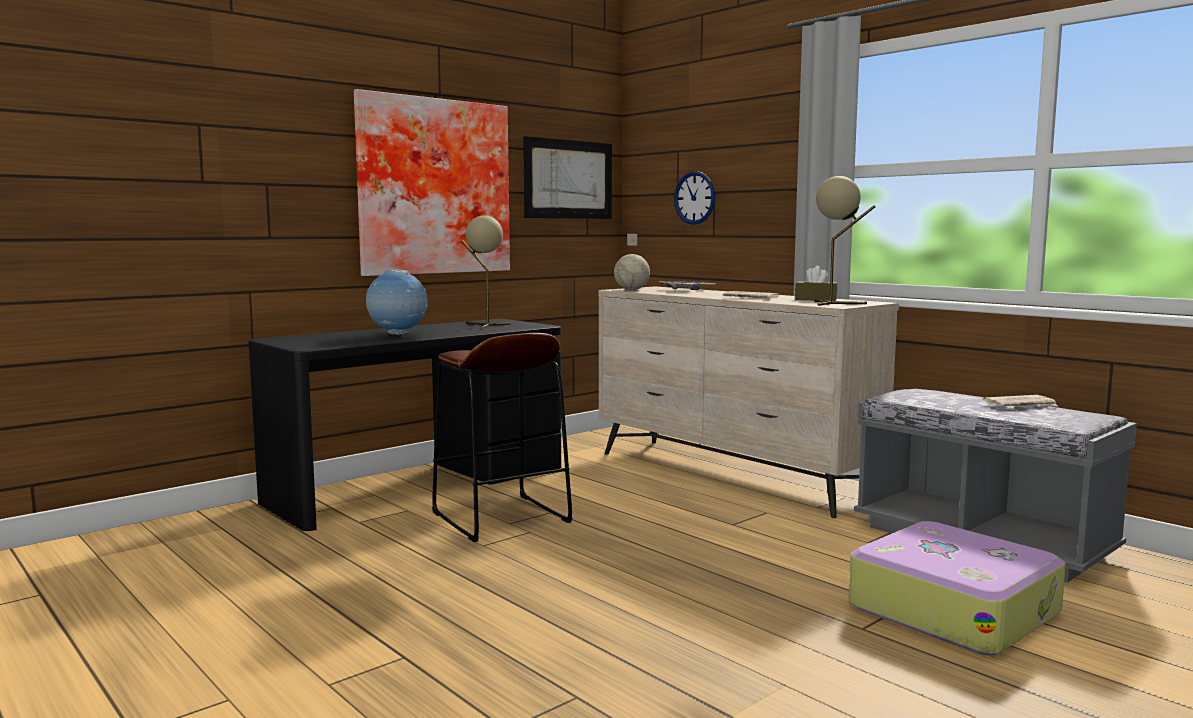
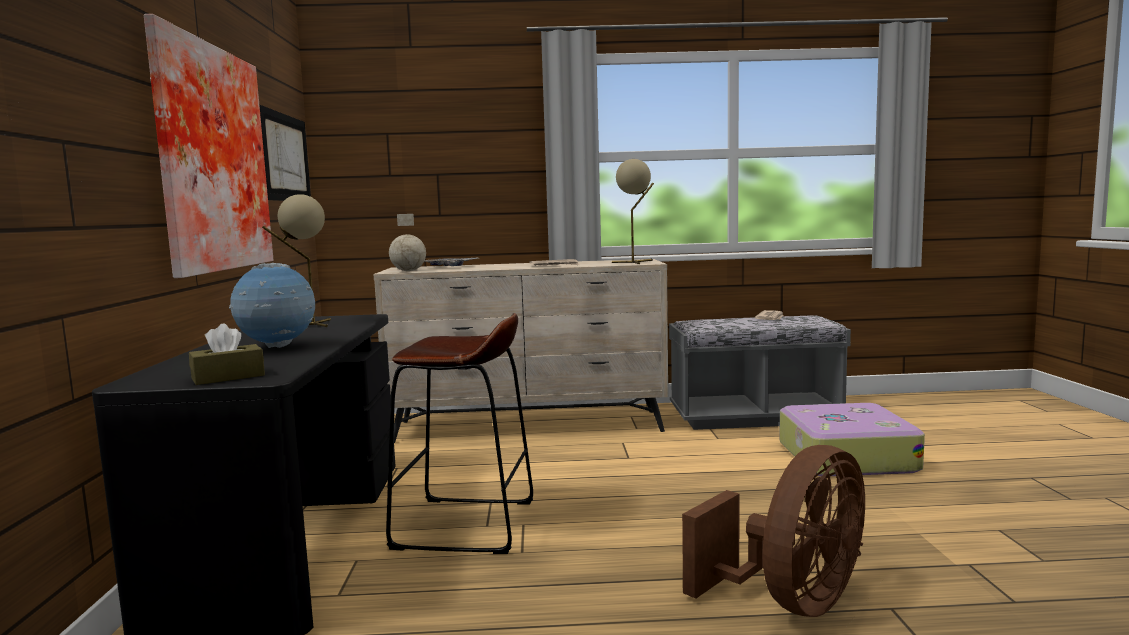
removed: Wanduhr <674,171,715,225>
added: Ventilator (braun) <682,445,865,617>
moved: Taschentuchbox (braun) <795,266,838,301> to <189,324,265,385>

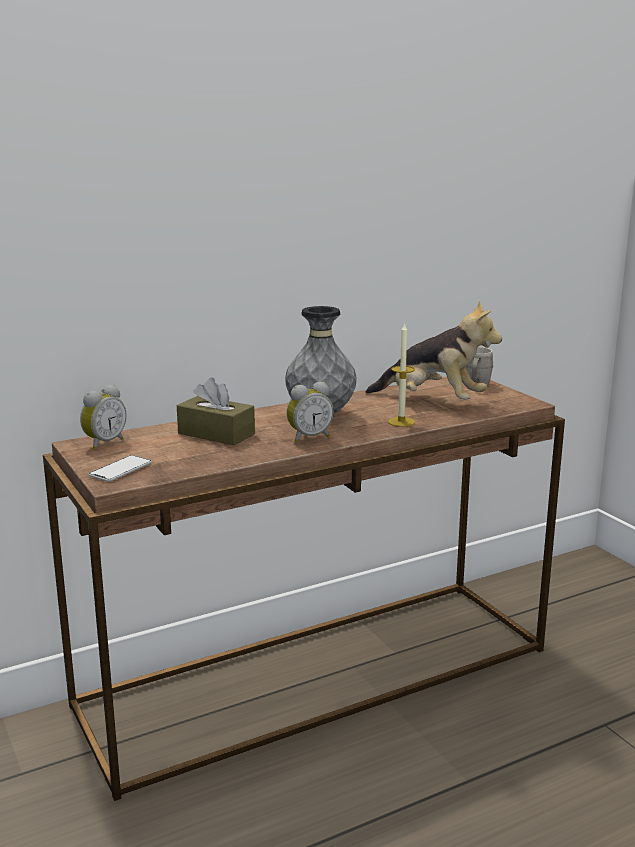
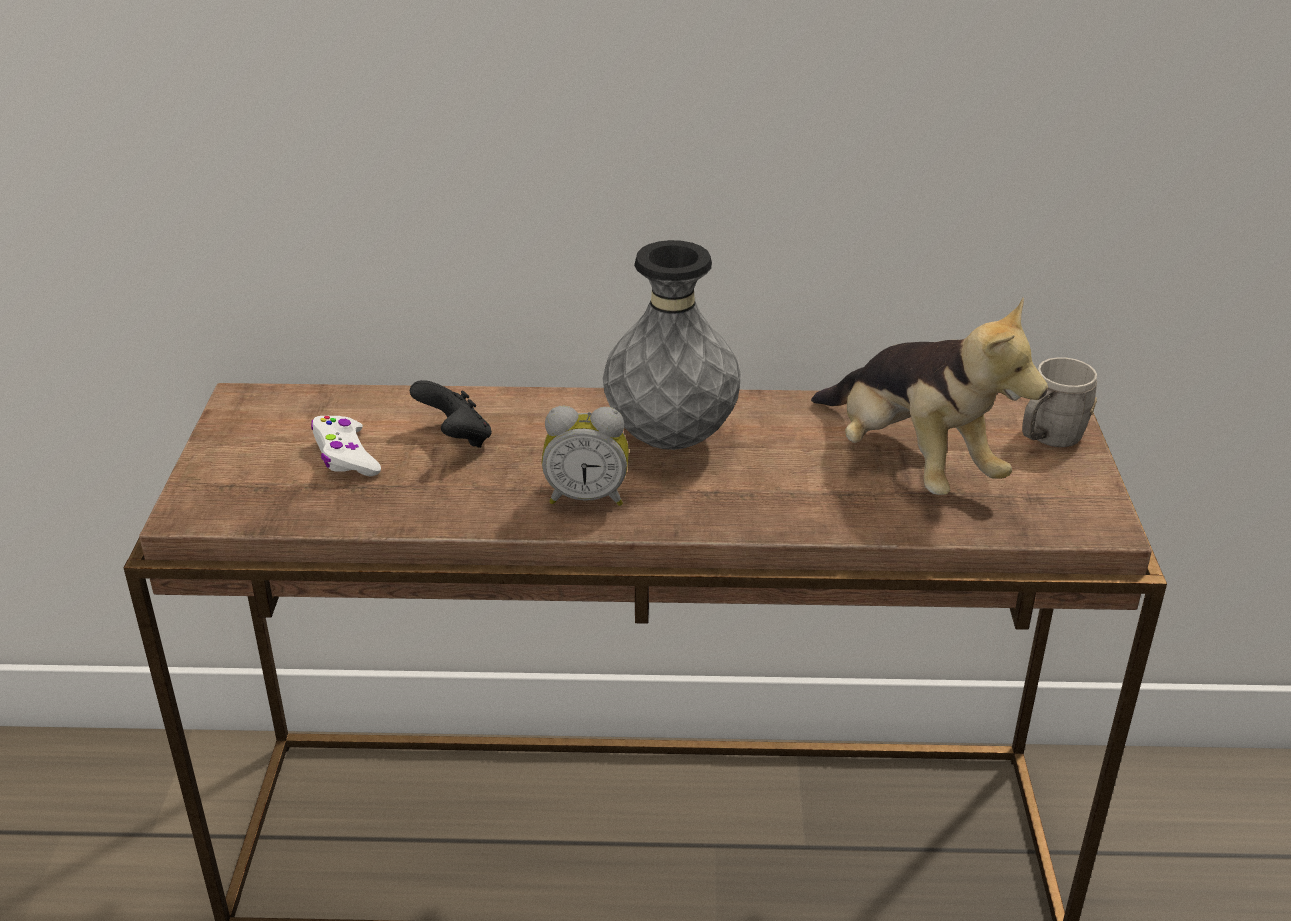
removed: Kerze <388,322,415,427>; Wecker <80,385,126,450>; Handy <88,455,152,482>
added: Gamepad (weiß) <311,416,381,477>
replaced: Taschentuchbox (braun) <177,378,255,445> to Gamepad (schwarz) <410,380,492,448>

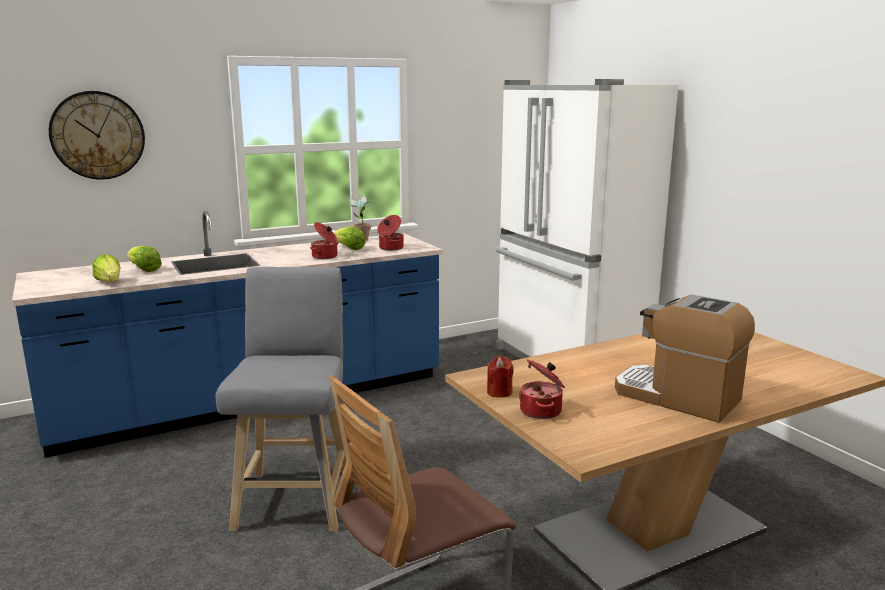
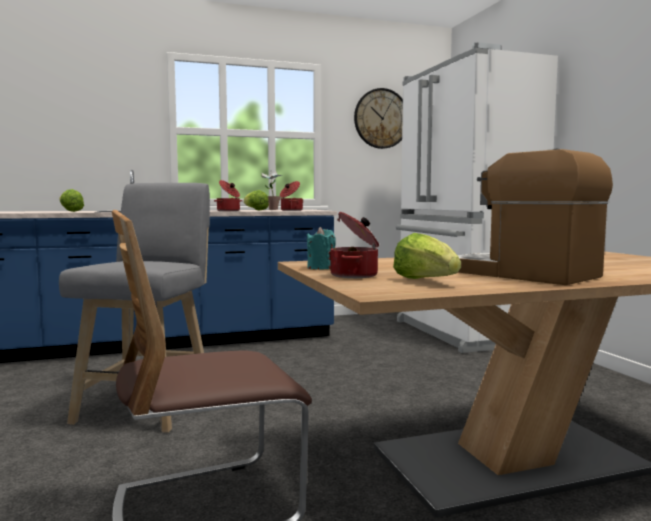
moved: Wanduhr <49,91,145,180> to <354,88,403,149>; Salatkopf <92,254,121,282> to <393,233,461,279>
recoloured: Kerze (rot) <487,356,514,398> to Kerze (türkis) <307,227,335,270>

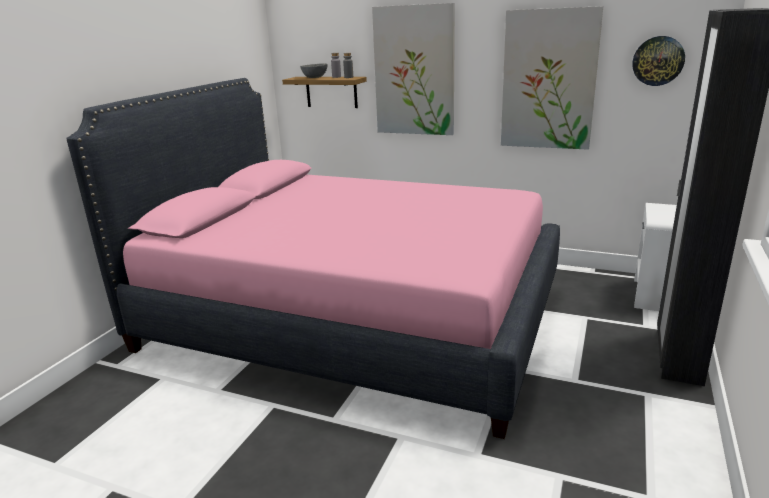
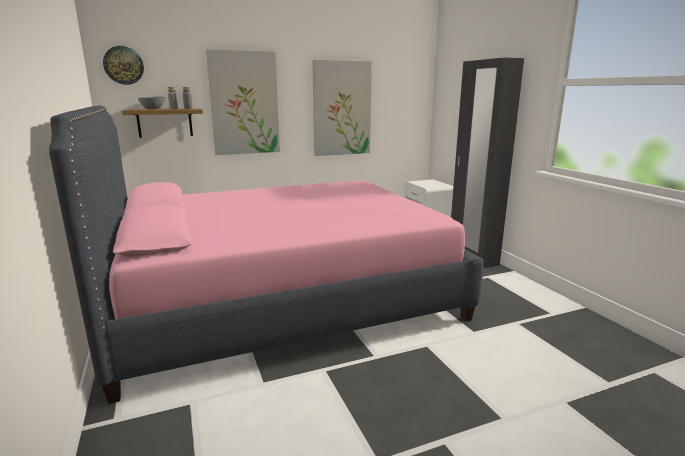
moved: Wanduhr <632,36,685,86> to <103,46,144,85>

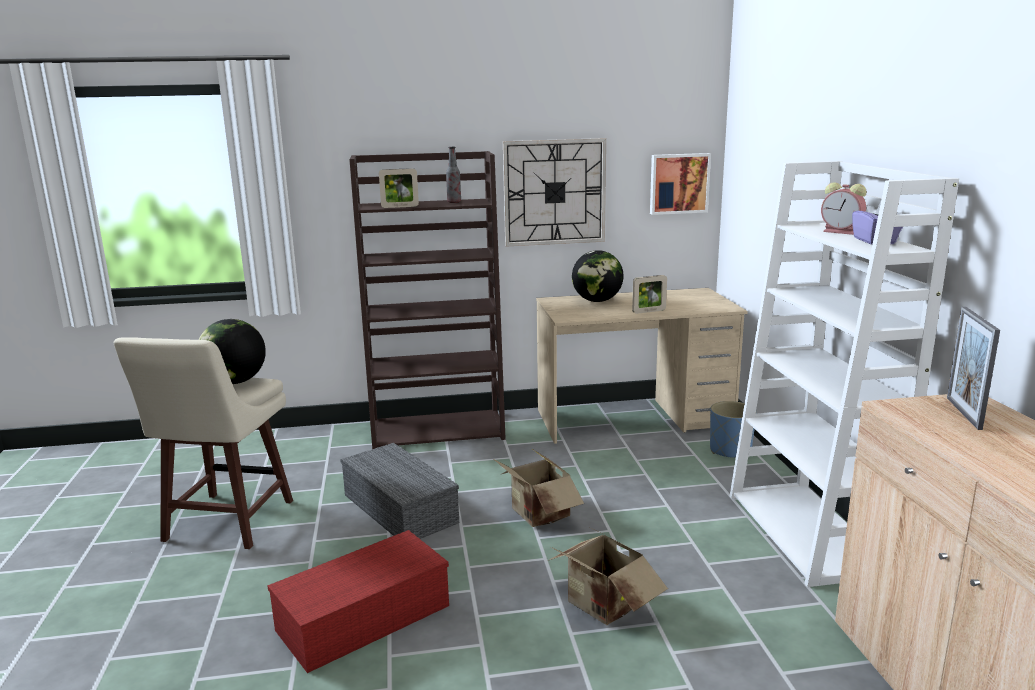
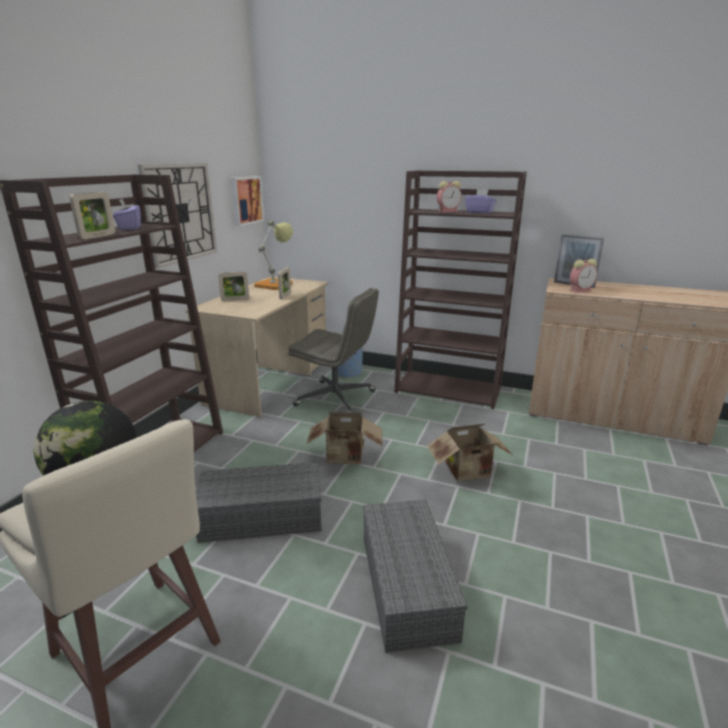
added: Tischlampe <254,221,293,290>; Wecker <570,259,597,293>; Bürostuhl (grau) <288,288,379,412>
replaced: Flasche <446,147,461,203> to Taschentuchbox (lila) <113,199,141,230>; Globus <572,250,624,302> to Bilderrahmen <218,272,249,301>
recoloured: Bücherregal (weiß) <730,161,959,587> to Bücherregal (braun) <394,170,527,409>; Aufbewahrungsbox (rot) <267,530,449,673> to Aufbewahrungsbox (grau) <363,500,468,653>

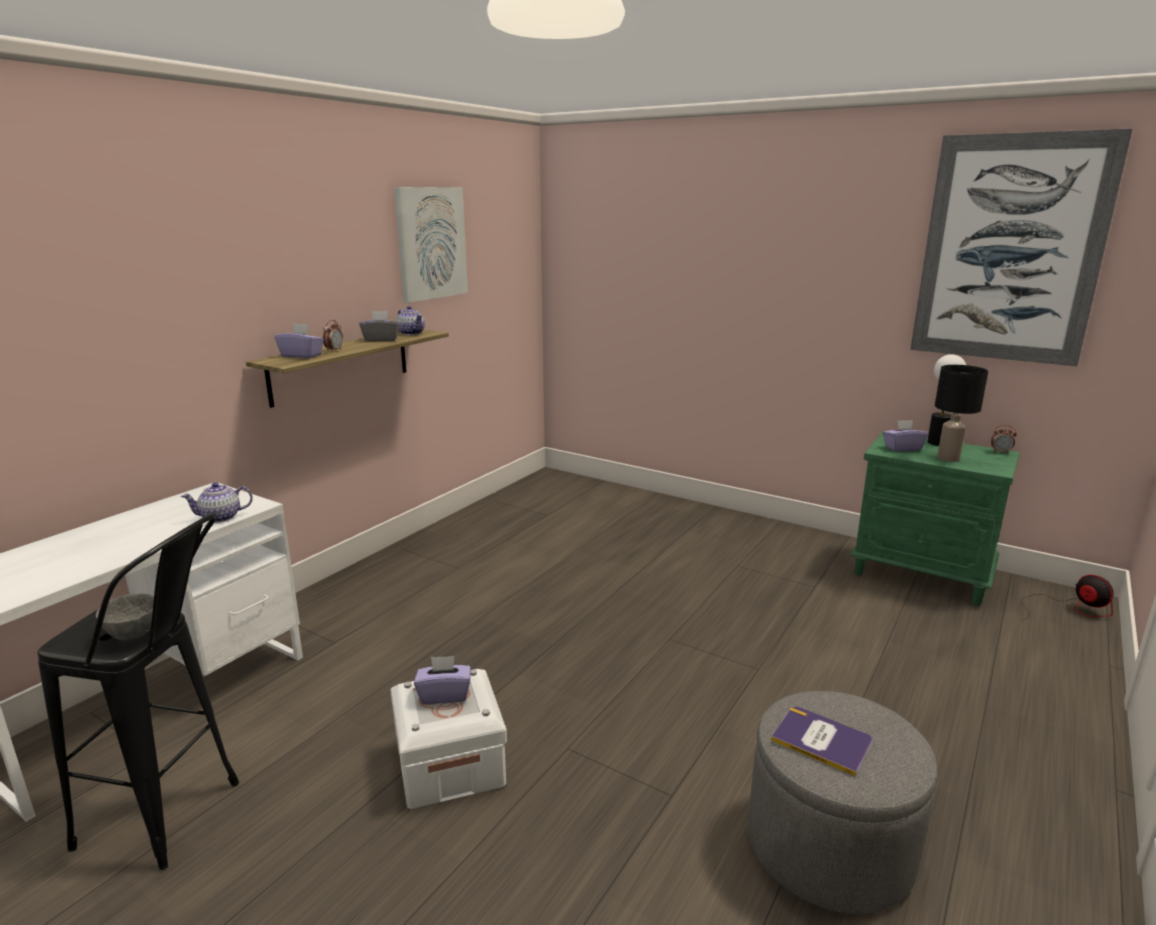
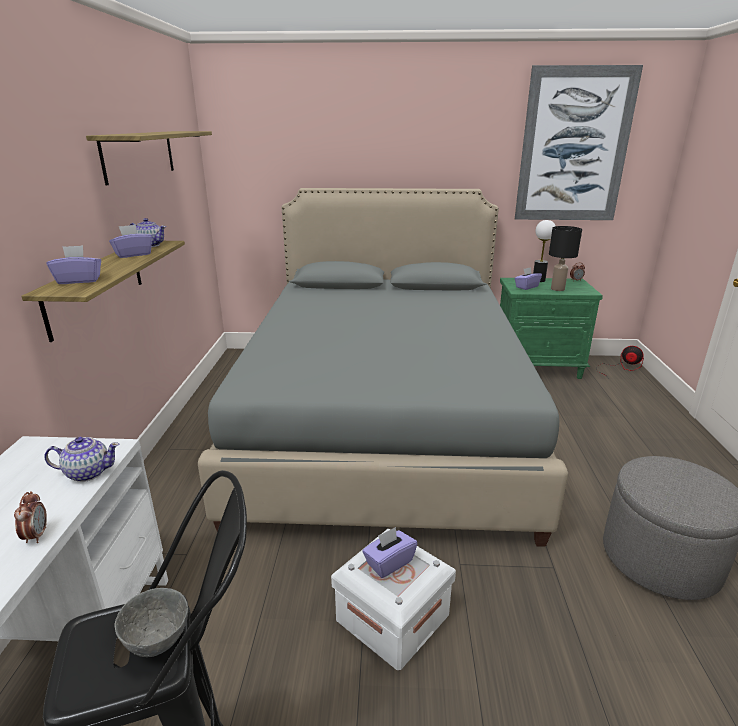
removed: Buch <771,707,873,776>
added: Bett (grau) <198,188,568,547>
moved: Wecker <323,320,343,352> to <14,491,47,543>
replaced: Bild <394,187,468,303> to Wandregal <86,131,212,186>
recoloured: Taschentuchbox (grau) <359,311,400,342> to Taschentuchbox (lila) <109,225,152,258>
turned: Teekanne <181,482,253,523> = <44,437,119,482> 135 degrees counterclockwise

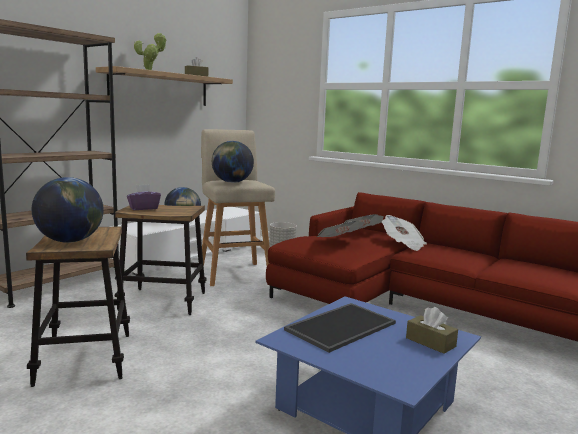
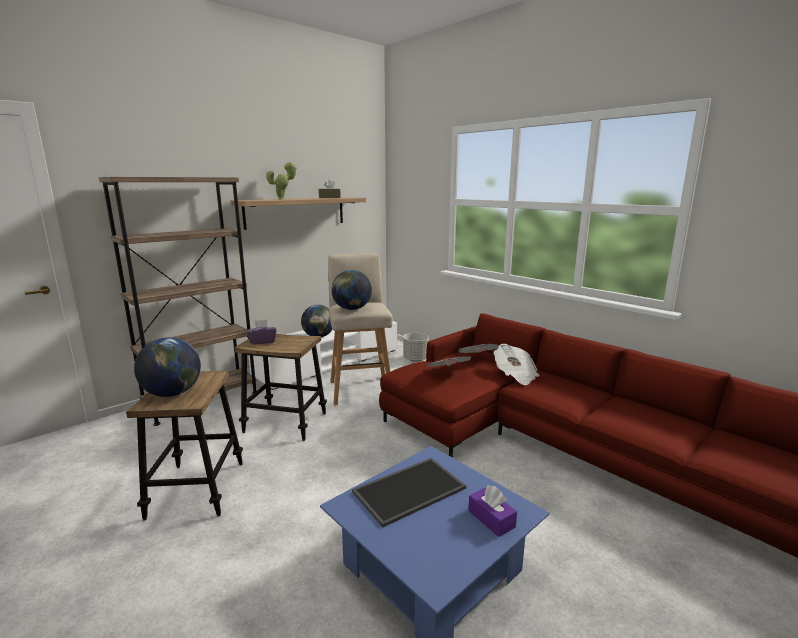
recoloured: Taschentuchbox (braun) <406,307,458,354> to Taschentuchbox (lila) <468,485,517,537>

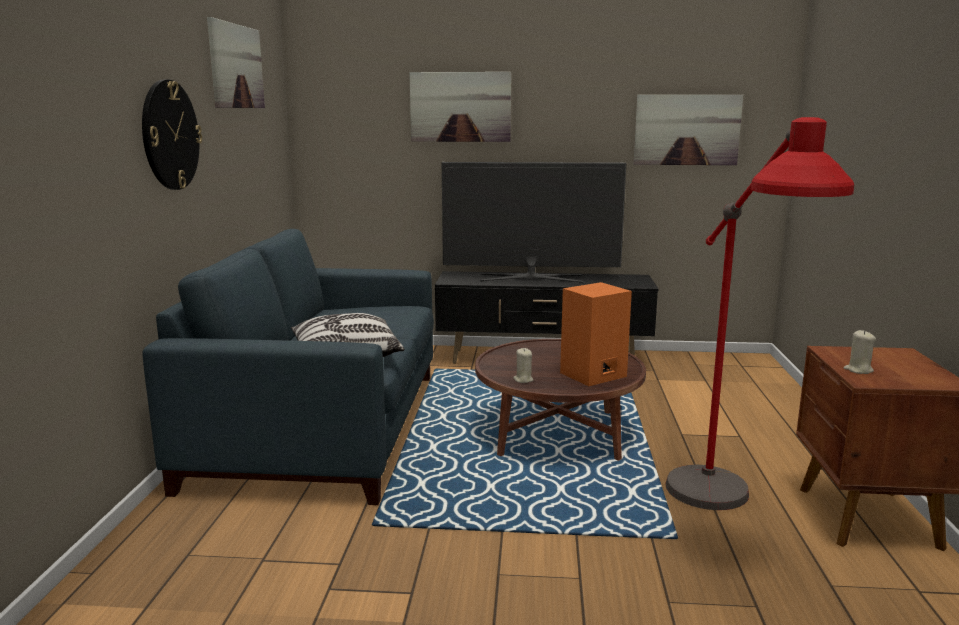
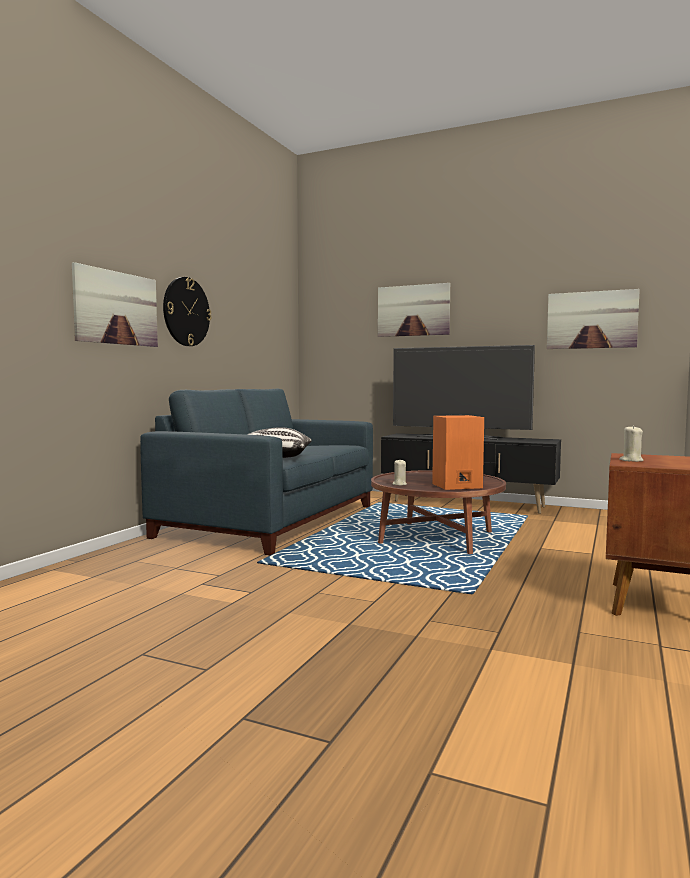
removed: Stehlampe (rot) <665,117,854,510>
moved: Bild <207,17,265,108> to <72,262,158,347>

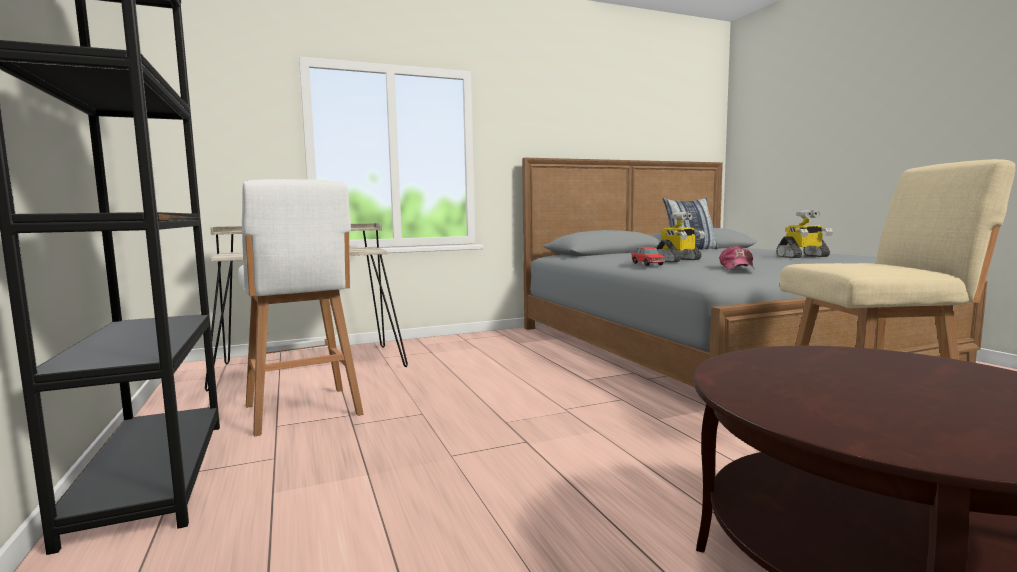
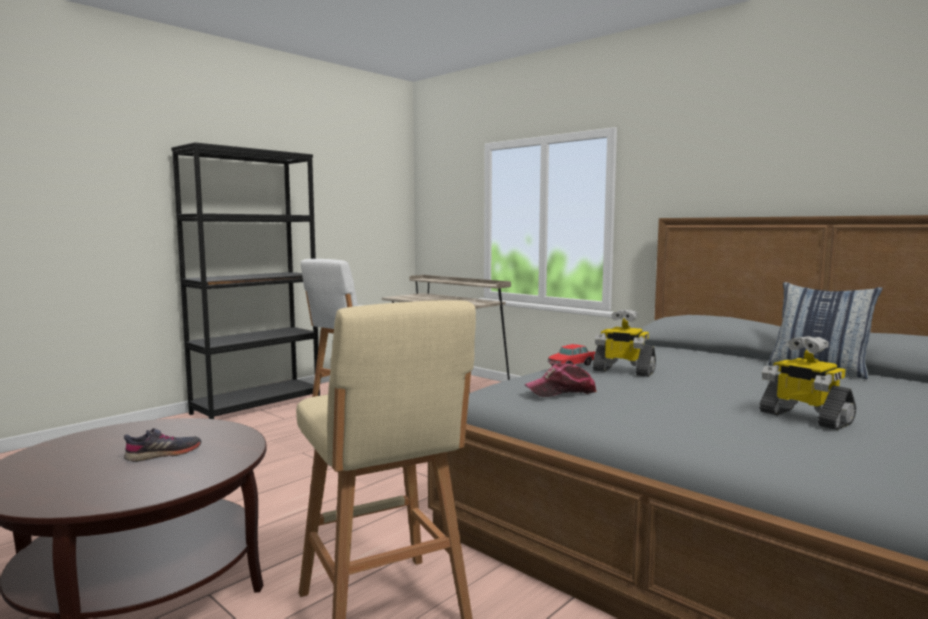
added: Schuh (grau) <124,428,202,462>

